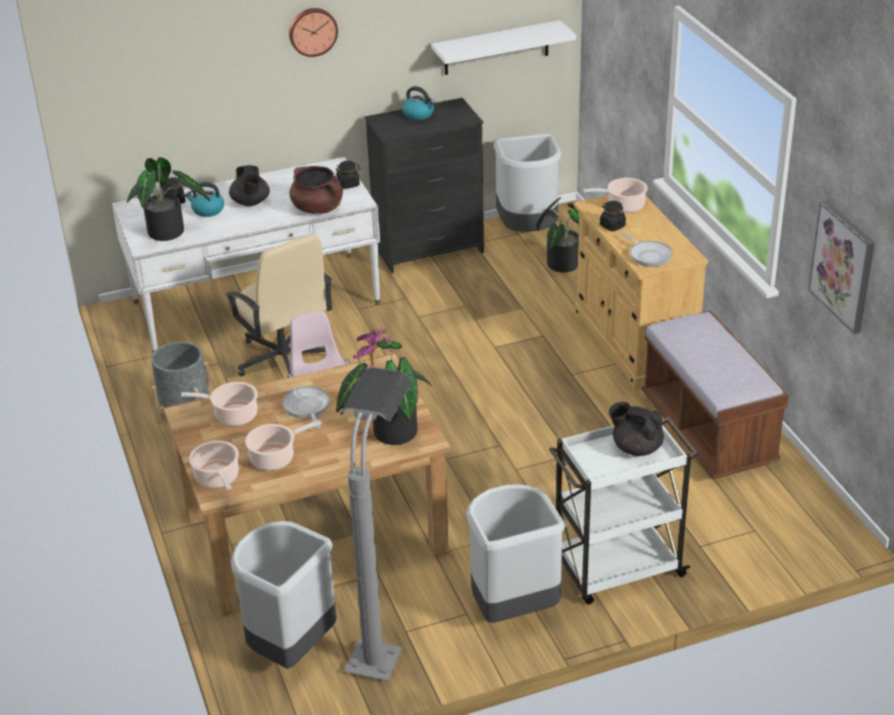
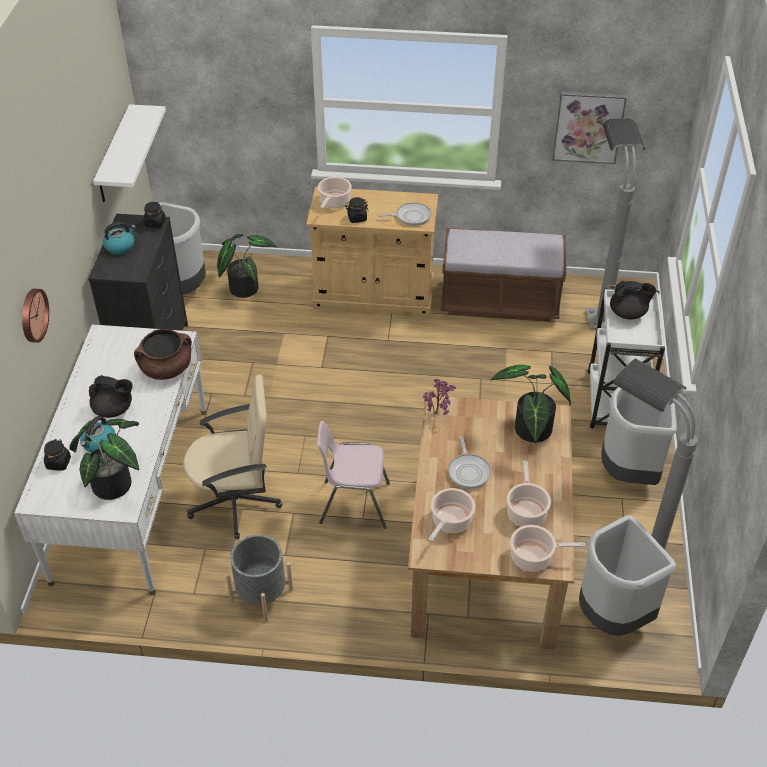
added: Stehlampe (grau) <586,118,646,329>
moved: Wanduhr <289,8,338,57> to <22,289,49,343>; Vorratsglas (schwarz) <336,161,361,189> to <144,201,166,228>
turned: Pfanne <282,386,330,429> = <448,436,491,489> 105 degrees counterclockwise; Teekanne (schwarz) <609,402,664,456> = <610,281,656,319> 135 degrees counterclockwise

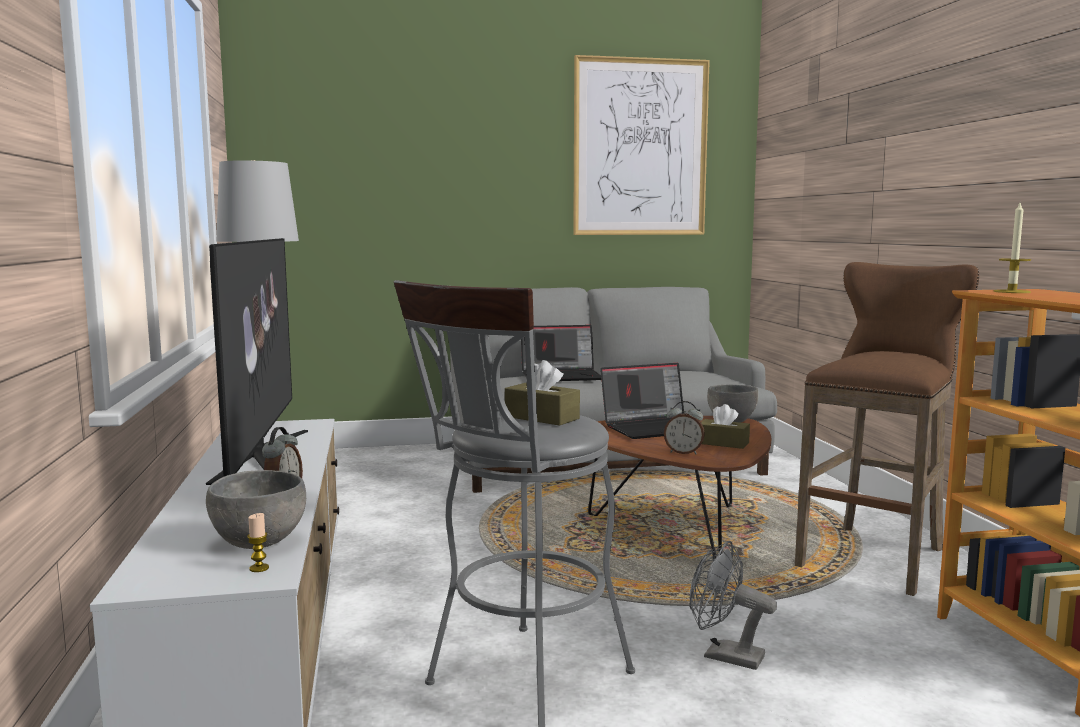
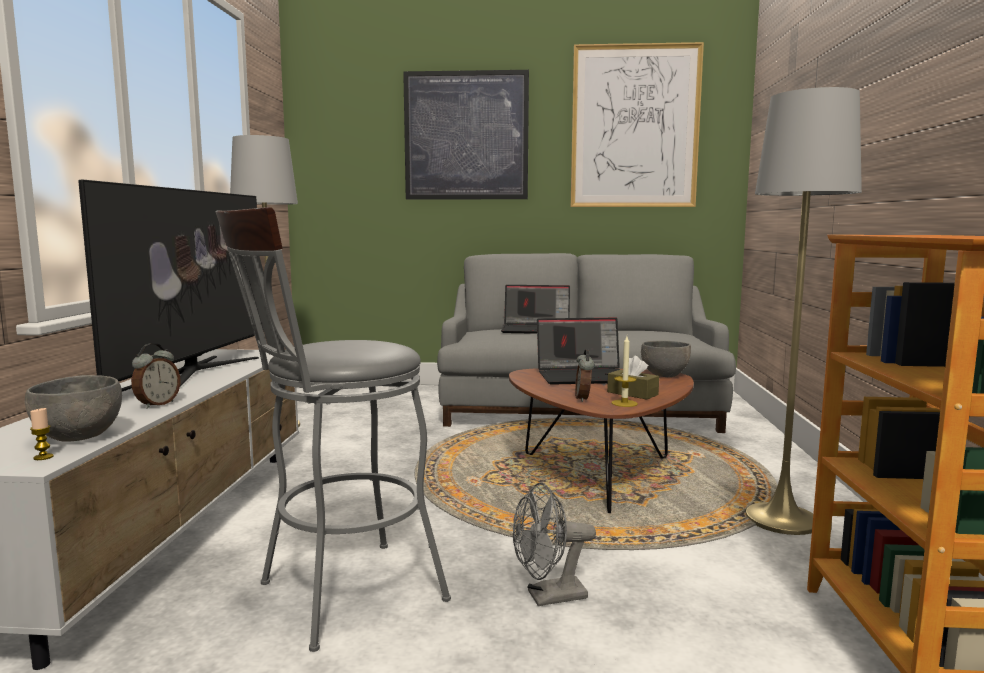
removed: Taschentuchbox (braun) <505,360,580,426>
added: Bild <403,70,529,199>
moved: Kerze <994,203,1031,293> to <612,336,638,407>
replaced: Hocker (braun) <795,262,979,596> to Stehlampe (grau) <746,87,862,535>
turned: Wecker <664,401,705,454> = <575,349,595,402> 60 degrees clockwise; Ventilator (grau) <690,541,777,670> = <513,482,596,606> 60 degrees counterclockwise

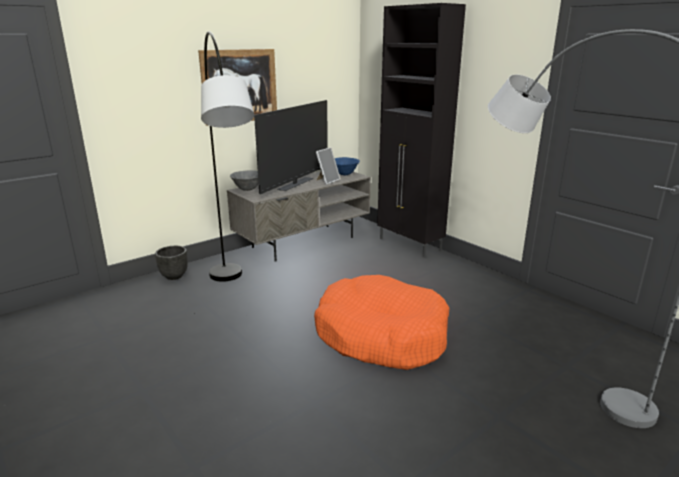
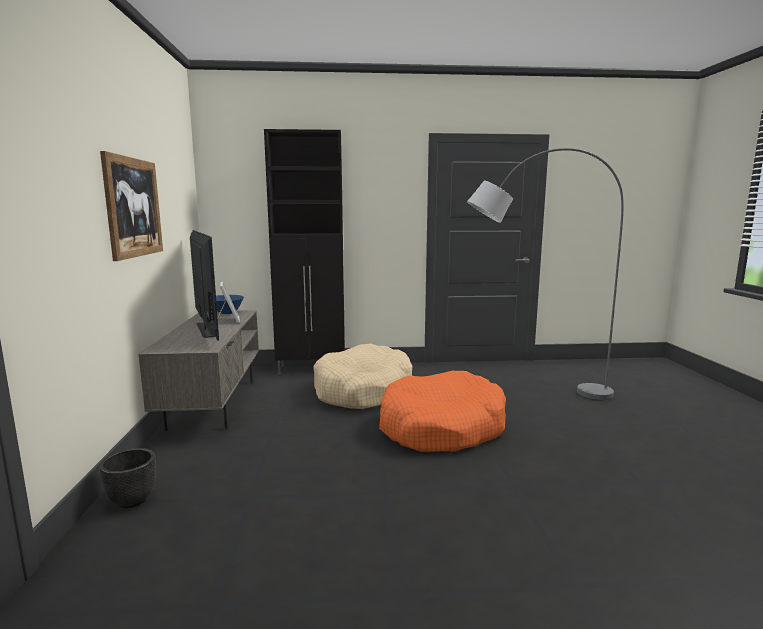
removed: Stehlampe (grau) <201,31,254,282>; Schüssel (grau) <230,170,259,191>
added: Hundebett (beige) <313,343,412,409>

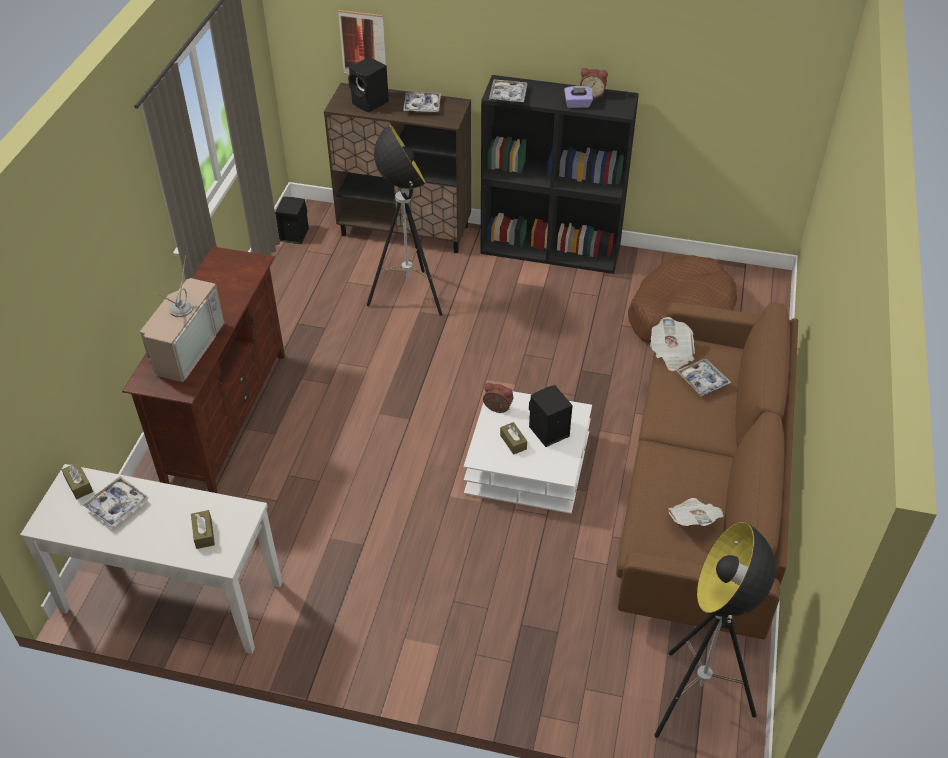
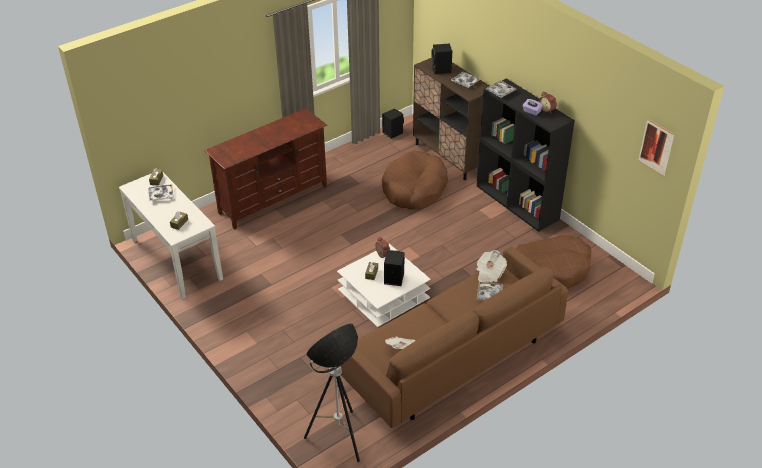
removed: Fernseher <140,255,225,382>
moved: Bild <338,10,386,75> to <638,119,675,176>
replaced: Stehlampe <367,124,442,316> to Hundebett (braun) <382,151,448,210>

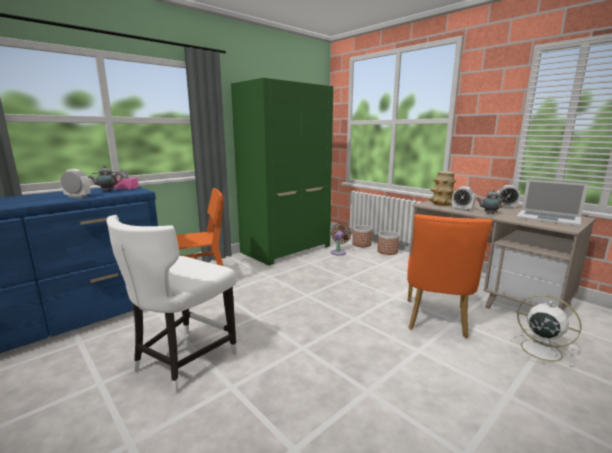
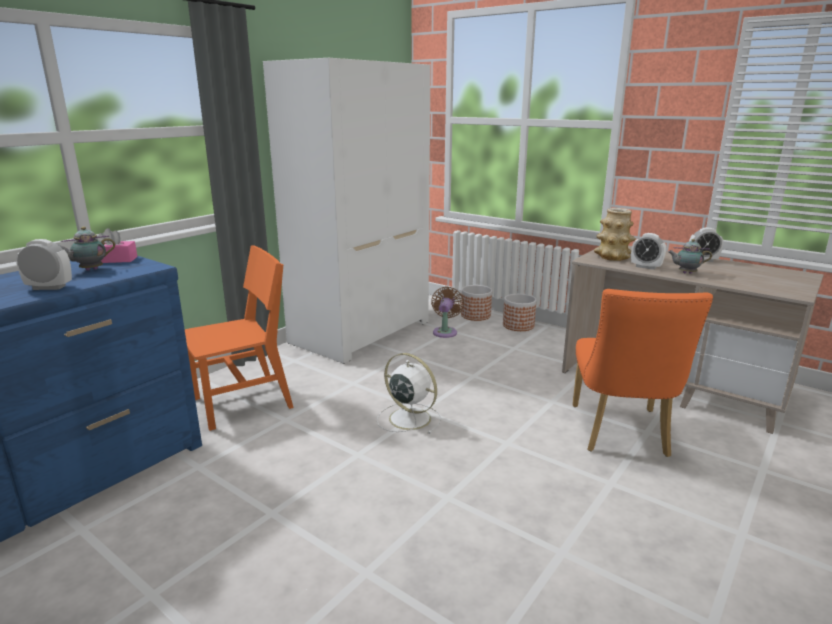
removed: Laptop <516,179,588,227>; Stuhl (weiß) <107,215,237,393>
moved: Ventilator (weiß) <510,295,581,367> to <377,353,441,434>
recoloured: Kleiderschrank (grün) <231,78,333,266> to Kleiderschrank (weiß) <263,58,431,364>

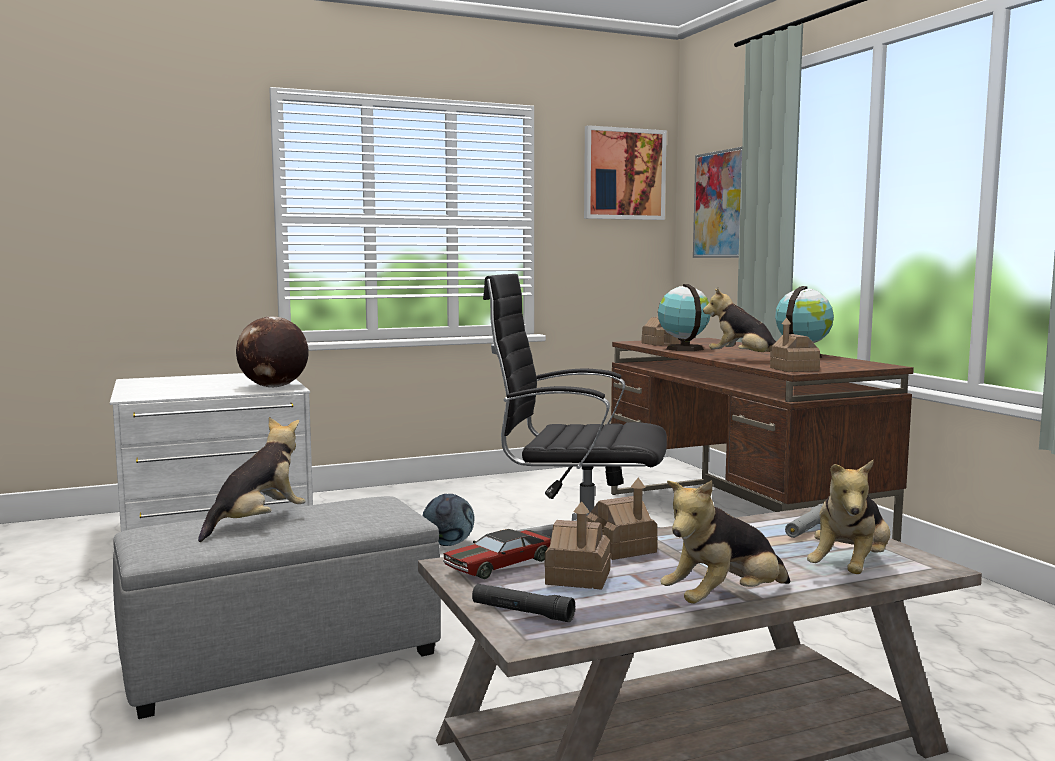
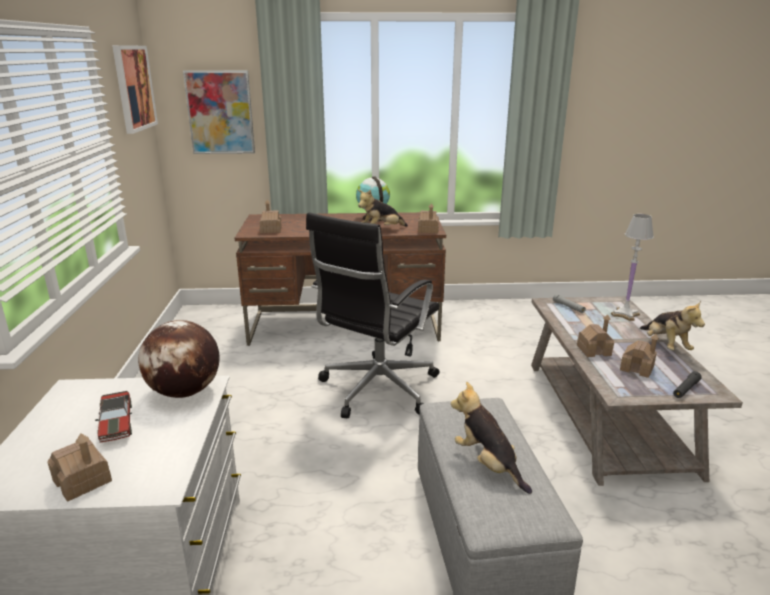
removed: Globus <658,284,711,351>; Fußball <423,494,475,546>
added: Spielzeughaus <47,433,112,502>
moved: Spielzeugauto <443,529,551,579> to <95,391,132,443>
replaced: Plüschtier <807,460,890,574> to Tischlampe (weiß) <611,214,654,321>

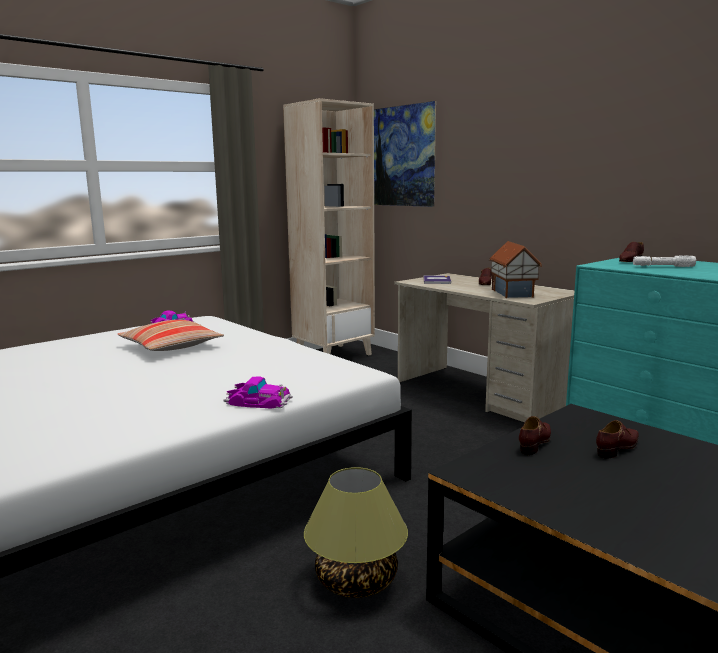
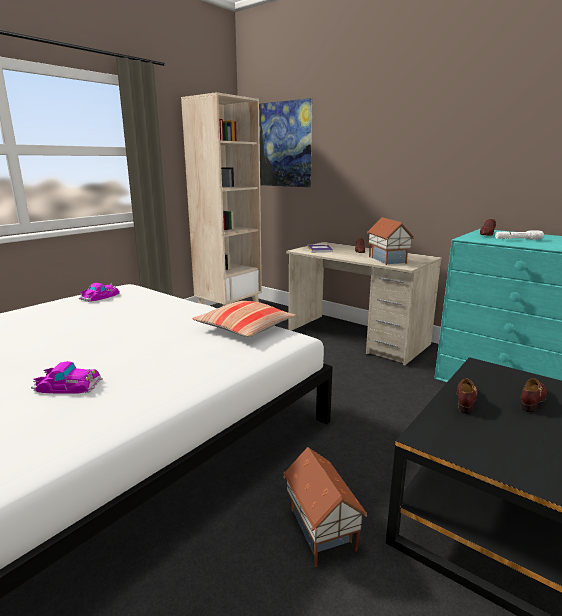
moved: Kissen <117,320,224,351> to <192,301,297,337>; Spielzeugauto <223,376,293,409> to <31,361,103,394>
replaced: Tischlampe <304,467,408,598> to Spielzeughaus <283,447,367,567>

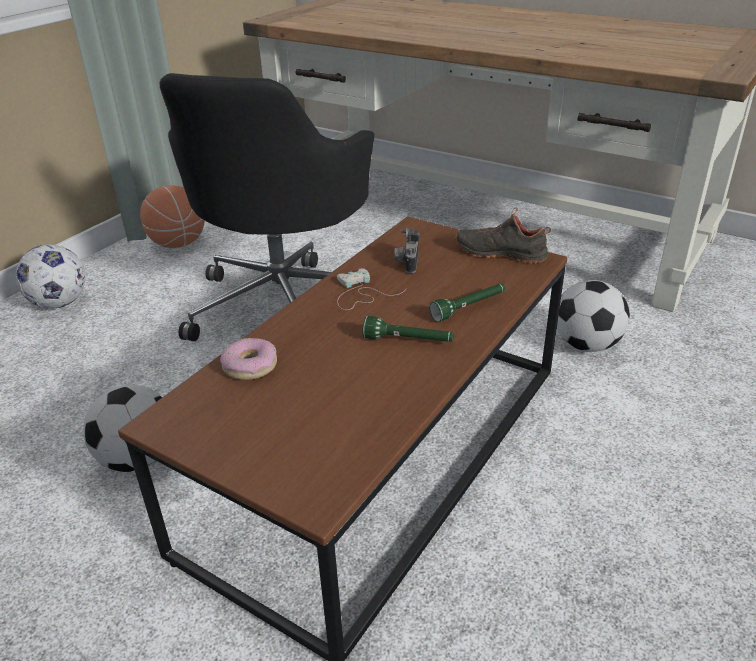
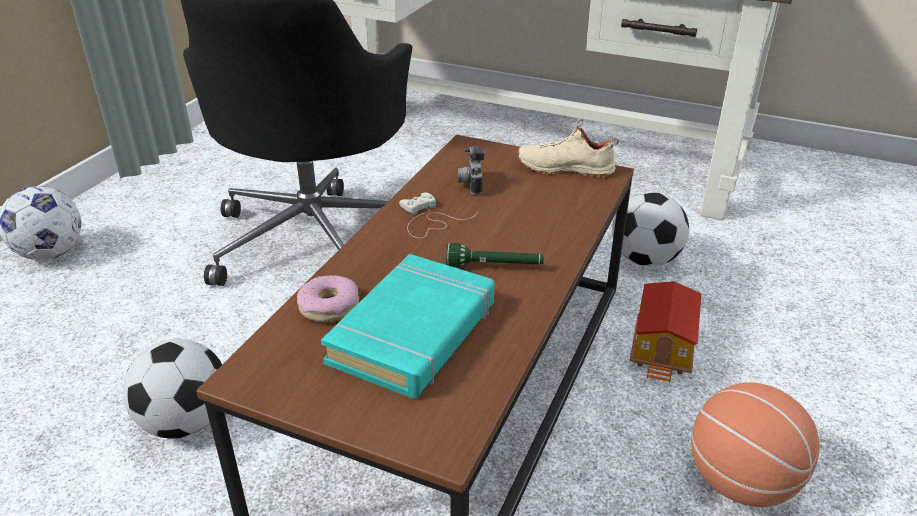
removed: Taschenlampe (grün) <429,284,505,322>
added: Buch (türkis) <321,254,494,399>; Spielzeughaus <630,281,701,383>
moved: Basketball <140,185,205,248> to <691,382,819,507>
recoloured: Schuh (schwarz) <456,207,551,264> to Schuh (beige) <517,119,619,178>

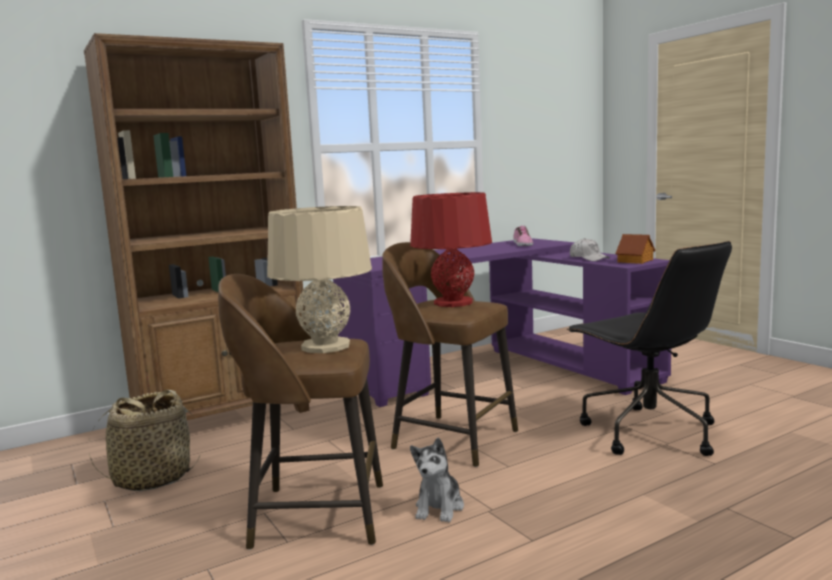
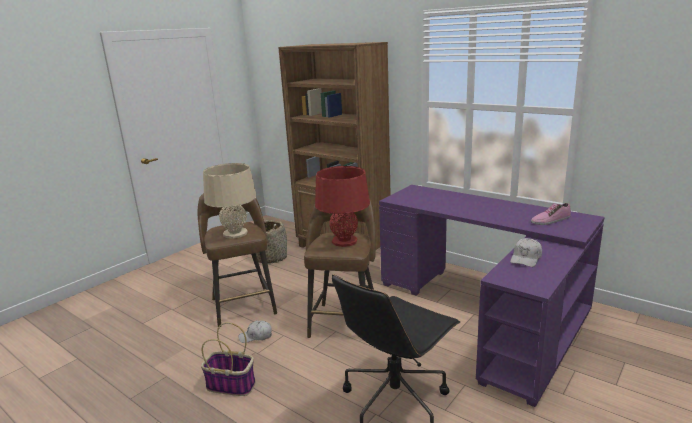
removed: Spielzeughaus <615,234,655,264>
added: Korb <201,322,255,396>
replaced: Plüschtier <410,437,464,522> to Kappe (weiß) <239,321,272,343>

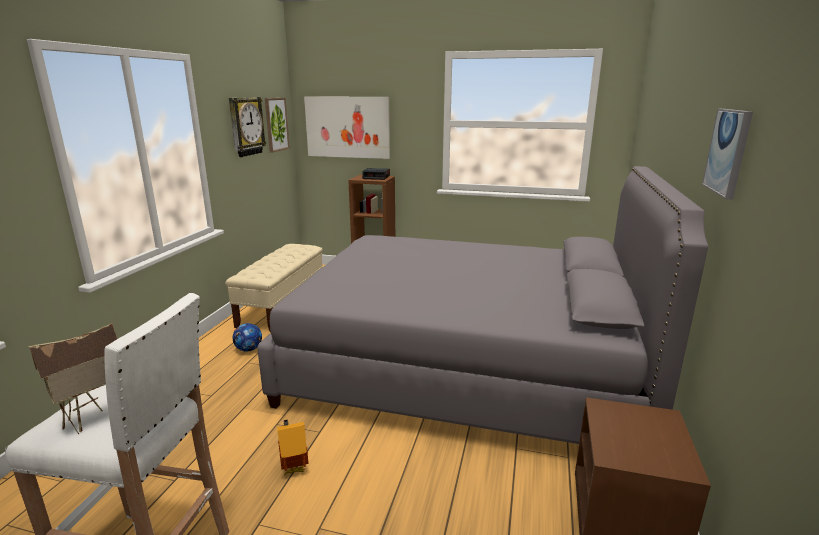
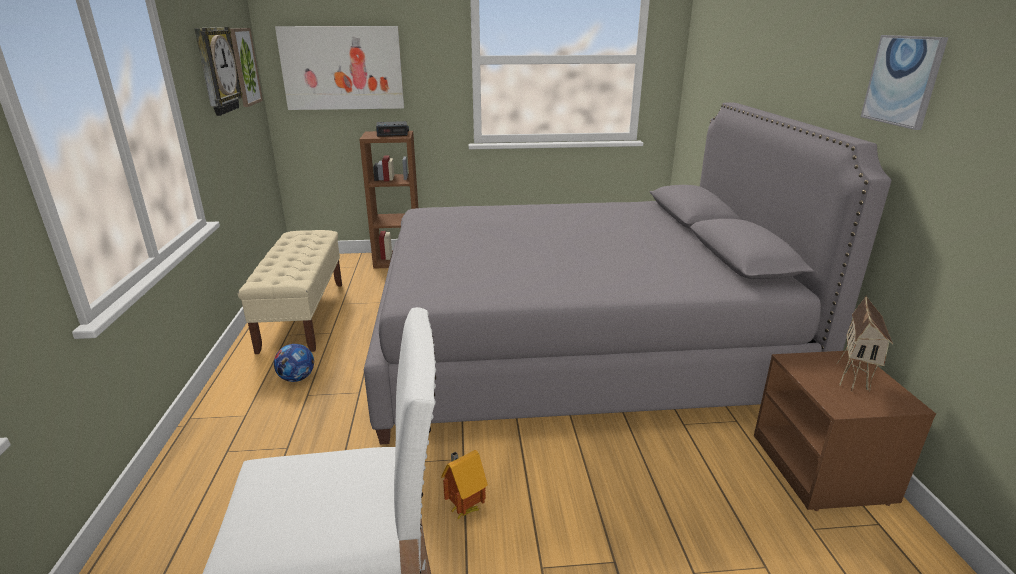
moved: Spielzeughaus <28,323,117,434> to <837,296,893,392>

